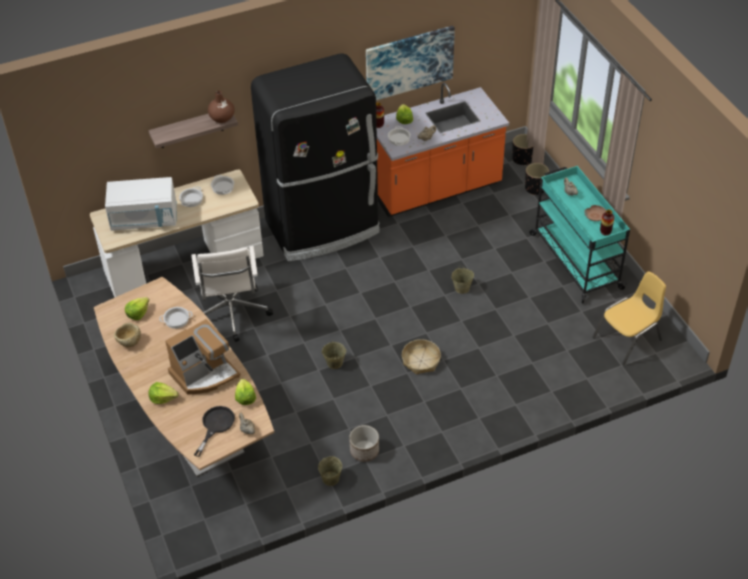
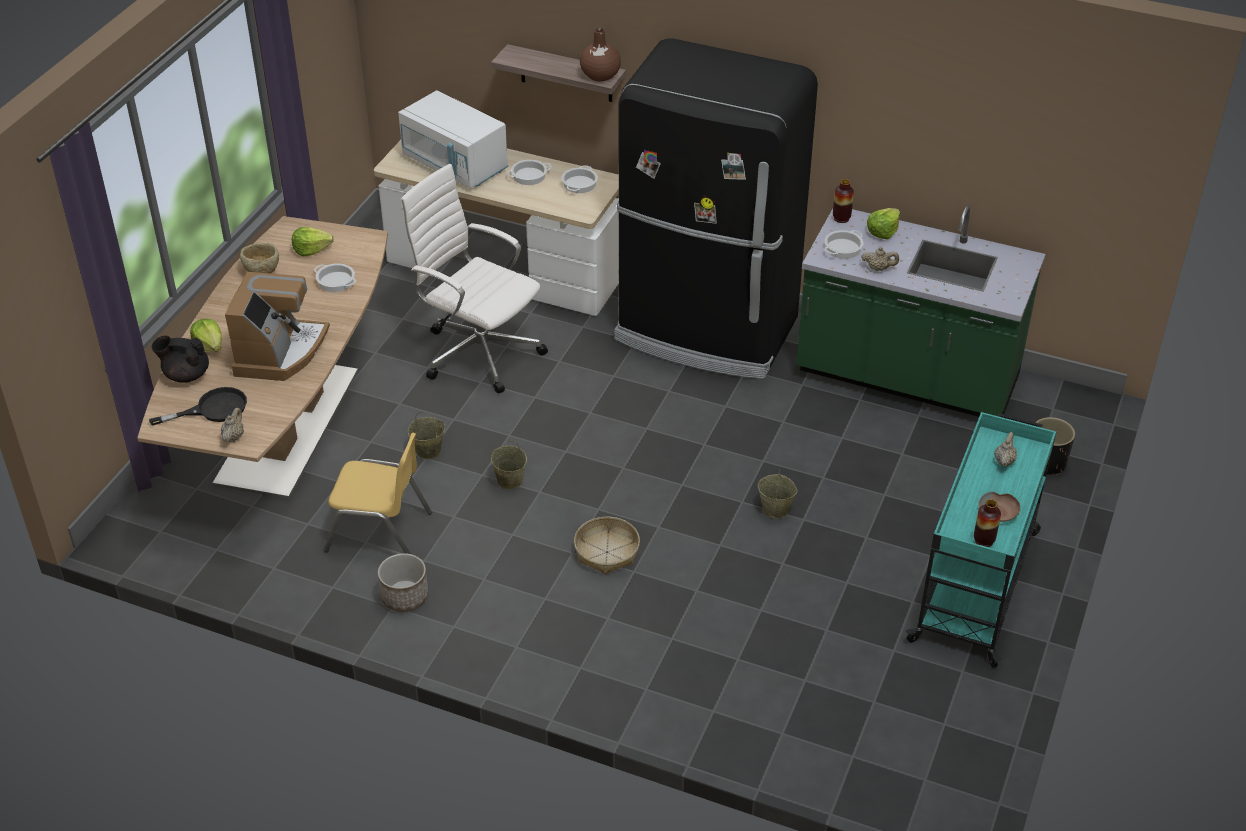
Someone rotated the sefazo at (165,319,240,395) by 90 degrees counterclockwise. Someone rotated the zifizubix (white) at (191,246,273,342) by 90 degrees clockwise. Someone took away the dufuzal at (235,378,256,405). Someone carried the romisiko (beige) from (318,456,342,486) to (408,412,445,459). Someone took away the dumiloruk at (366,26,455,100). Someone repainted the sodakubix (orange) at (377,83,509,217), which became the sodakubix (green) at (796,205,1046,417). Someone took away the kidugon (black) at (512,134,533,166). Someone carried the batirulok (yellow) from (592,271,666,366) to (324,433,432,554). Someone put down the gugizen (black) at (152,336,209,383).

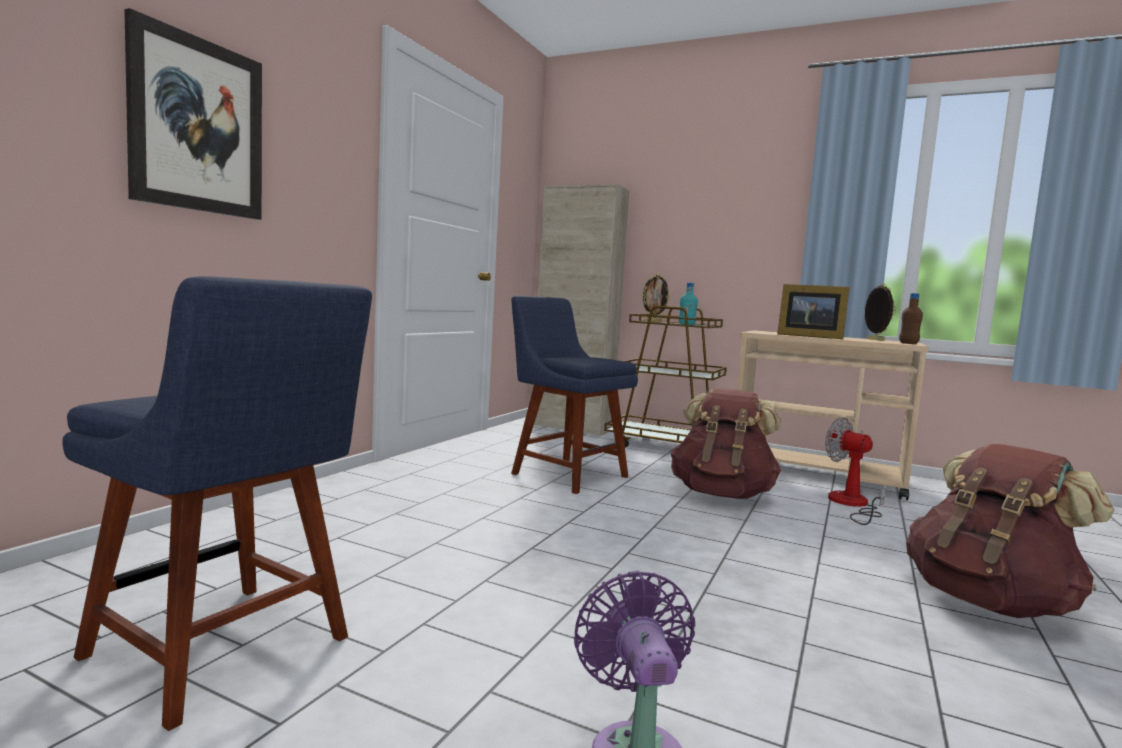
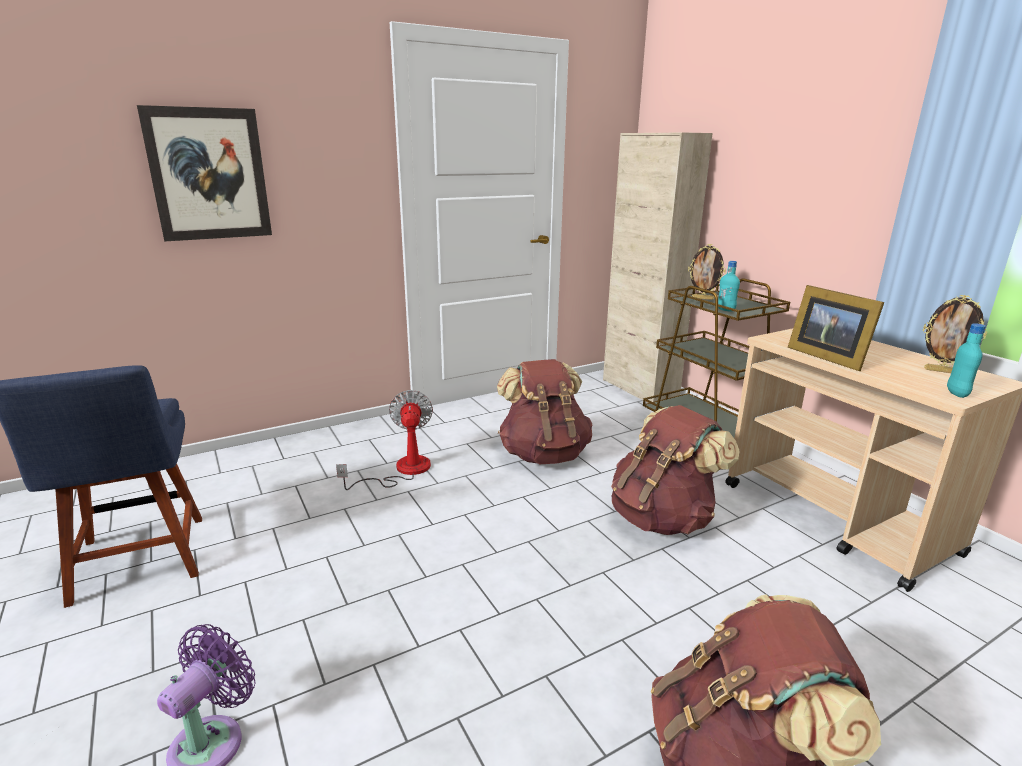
Someone swapped the batirulok (blue) at (511,296,638,494) for the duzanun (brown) at (497,359,593,464). Someone carried the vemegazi from (825,417,886,525) to (336,390,433,490). Someone rotated the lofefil at (865,284,896,341) by 105 degrees clockwise. Someone repainted the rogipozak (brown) at (899,293,923,344), which became the rogipozak (turquoise) at (947,323,986,398).

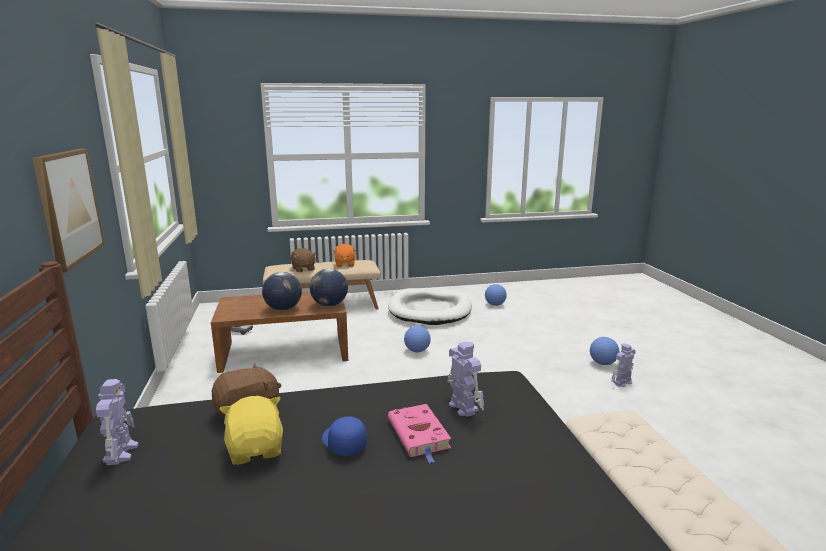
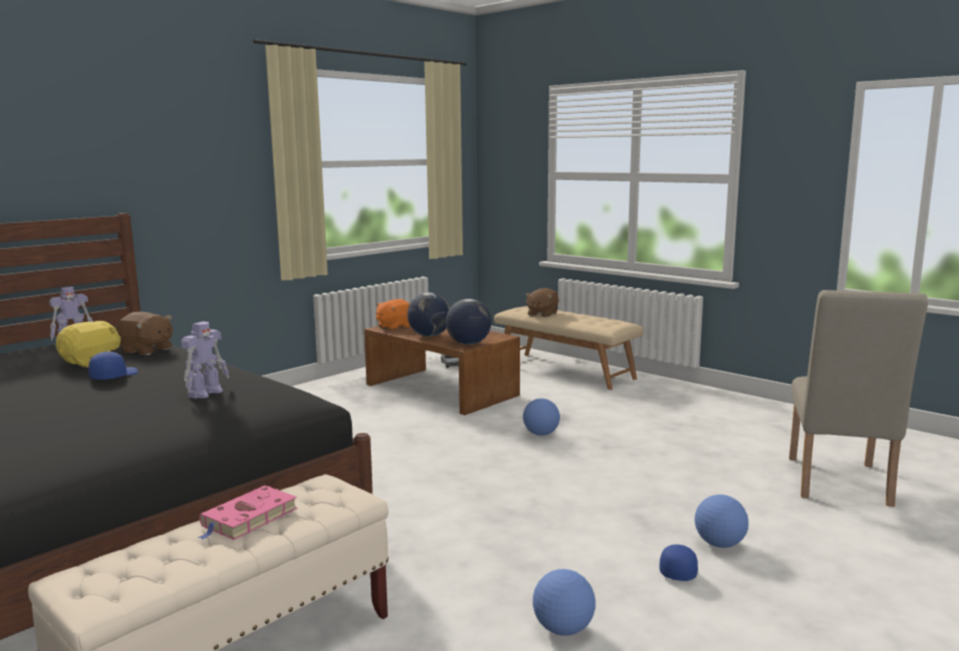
Someone took away the dumiloruk at (32,149,105,273). Someone carried the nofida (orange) from (333,244,356,267) to (376,299,410,330). Someone took away the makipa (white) at (388,288,472,325). Someone carried the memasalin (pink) from (388,404,451,463) to (198,485,297,540). Someone carried the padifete from (485,284,507,306) to (533,569,596,636). Someone swapped the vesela at (611,343,636,387) for the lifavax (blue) at (660,544,698,581). Someone put down the batirulok (beige) at (789,290,928,507).

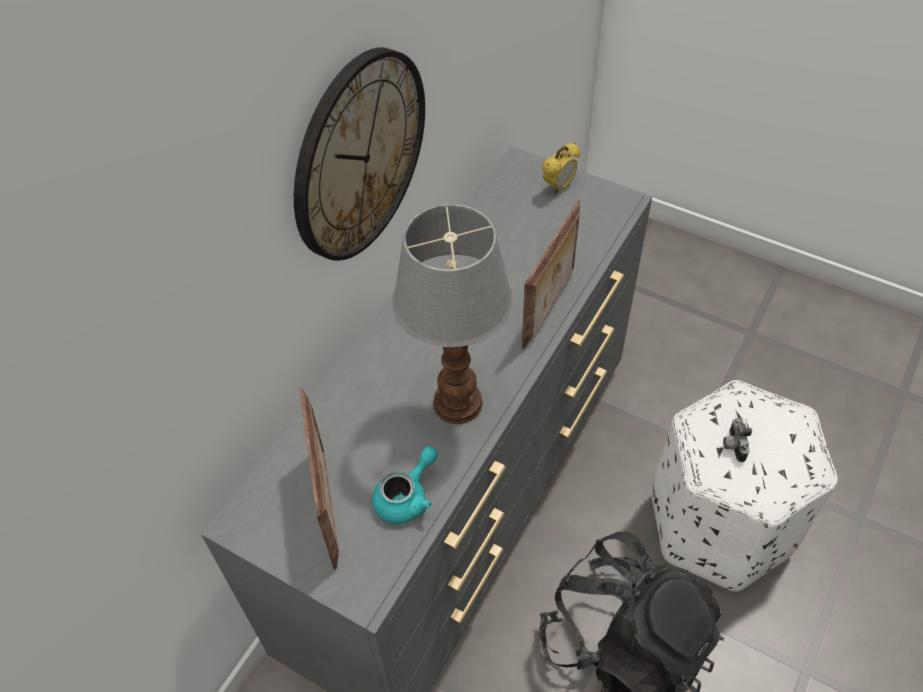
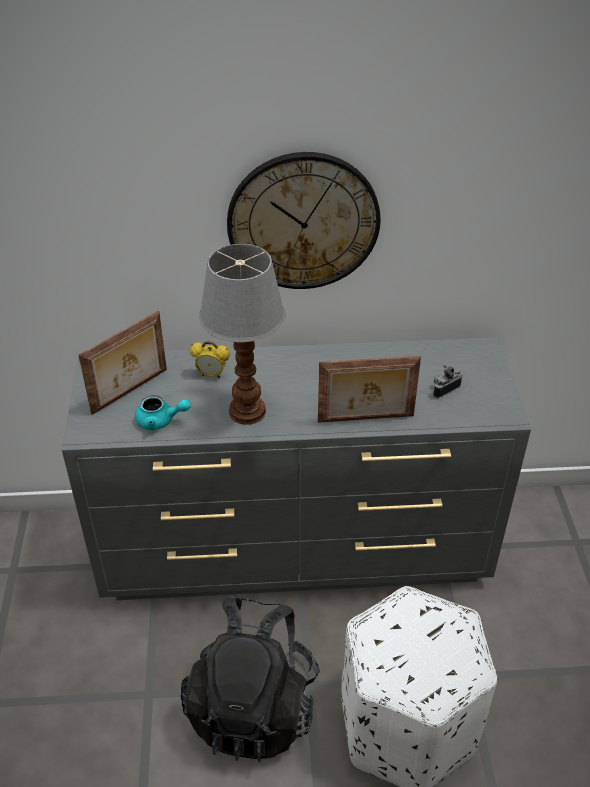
Someone carried the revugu from (542,143,580,193) to (190,341,230,378). Someone carried the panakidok from (723,418,752,462) to (433,365,462,398).

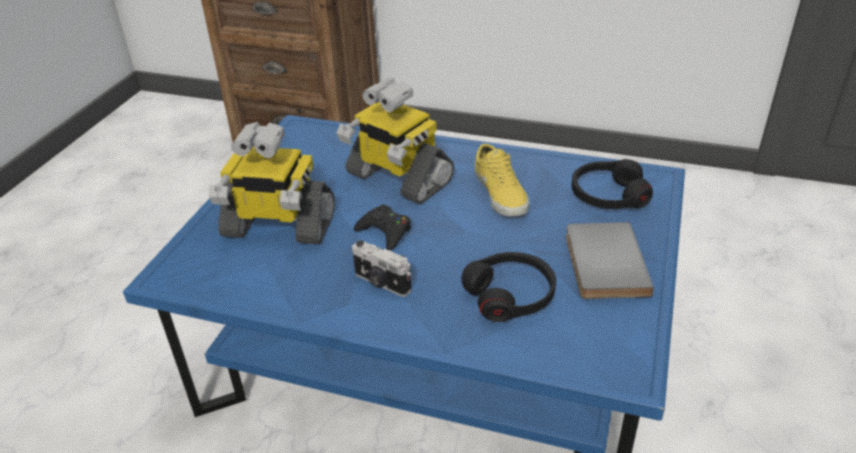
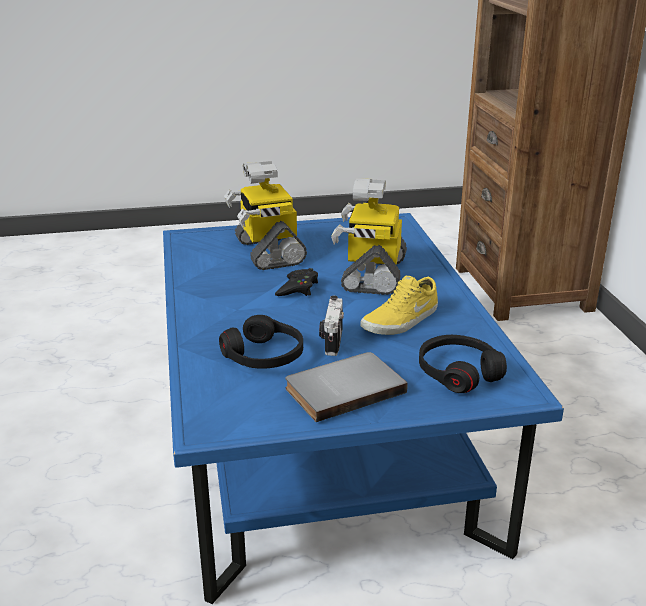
Someone carried the panakidok from (352,240,412,297) to (319,296,344,356).

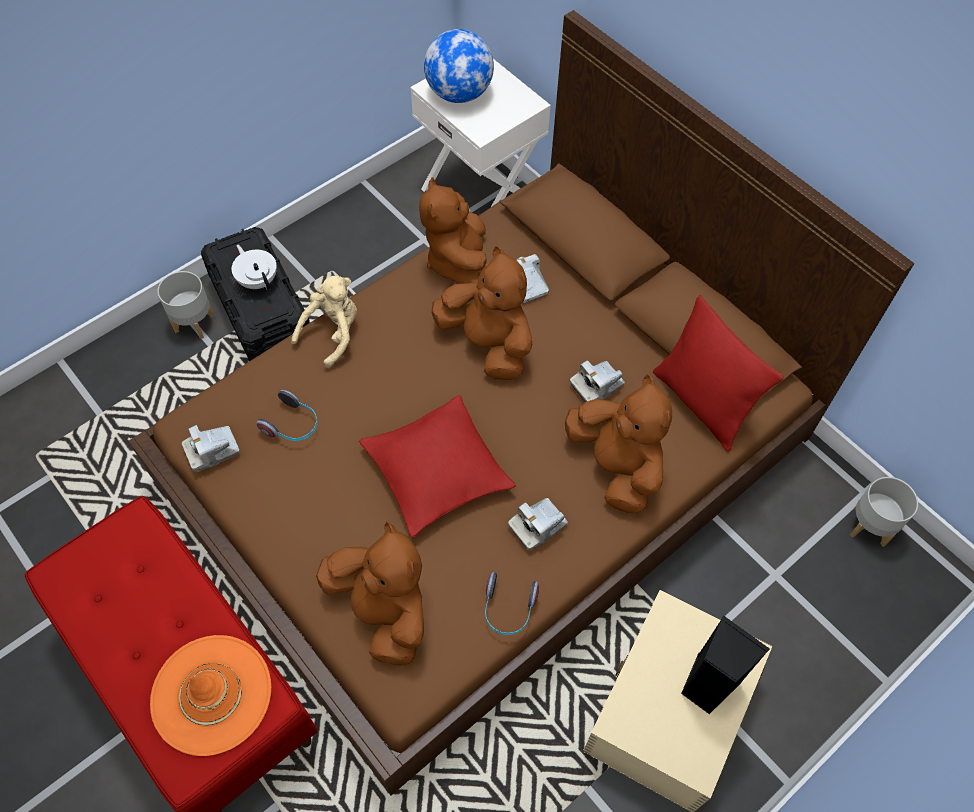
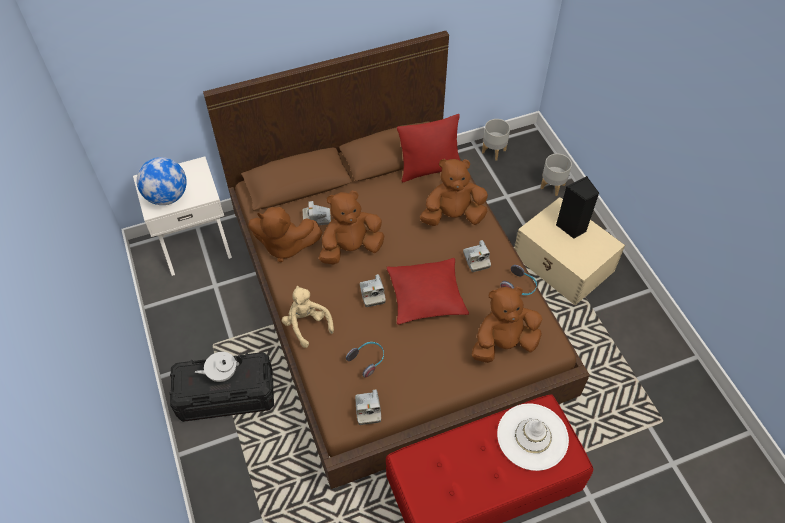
Someone repainted the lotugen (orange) at (150,635,271,756), which became the lotugen (white) at (497,404,569,471). Someone carried the kidugon (grey) from (157,271,214,339) to (540,153,572,196). Someone carried the panakidok from (570,360,625,402) to (360,274,386,307).

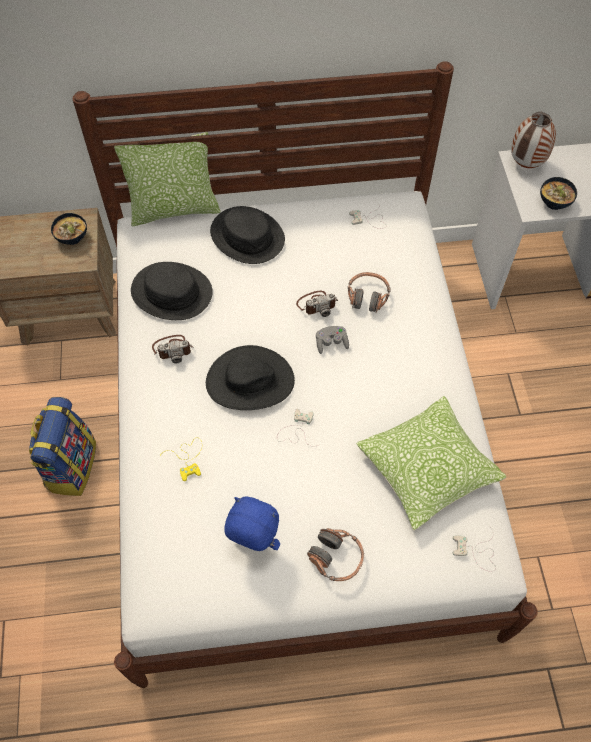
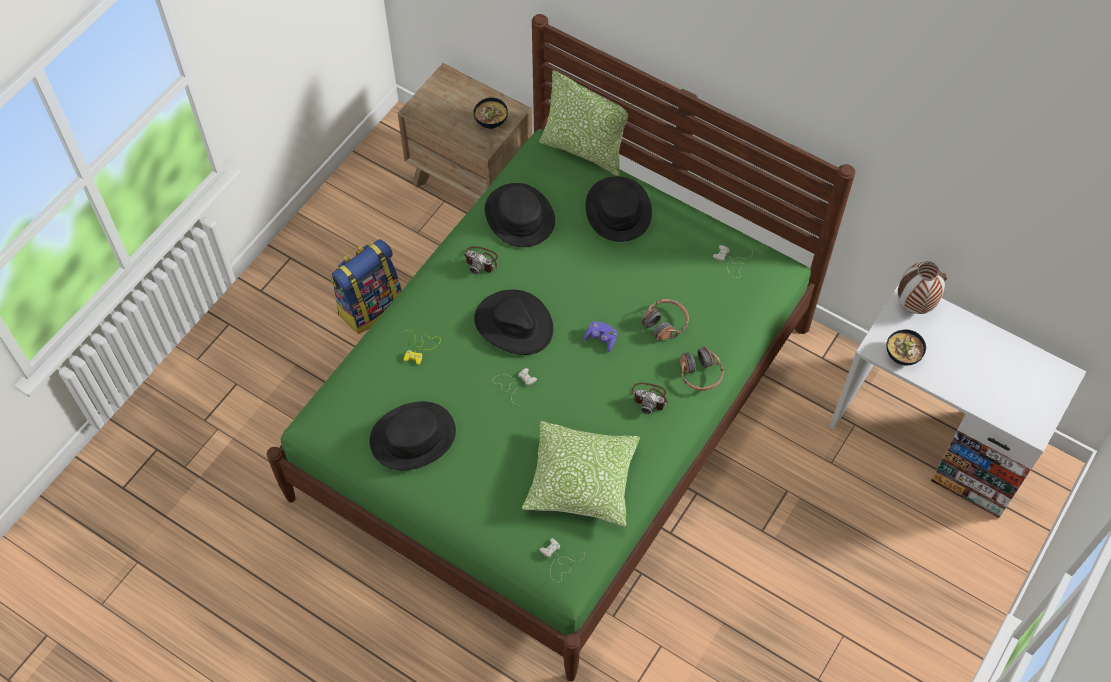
Someone repainted the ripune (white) at (72,61,538,688), which became the ripune (green) at (267,14,855,681). Someone swapped the nofida (blue) at (224,496,280,551) for the lotugen (black) at (370,401,456,471). Someone carried the panakidok from (296,291,338,317) to (631,383,668,414). Someone carried the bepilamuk from (307,528,364,581) to (680,347,724,391). Someone repainted the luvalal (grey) at (316,326,349,354), which became the luvalal (purple) at (583,321,617,352).

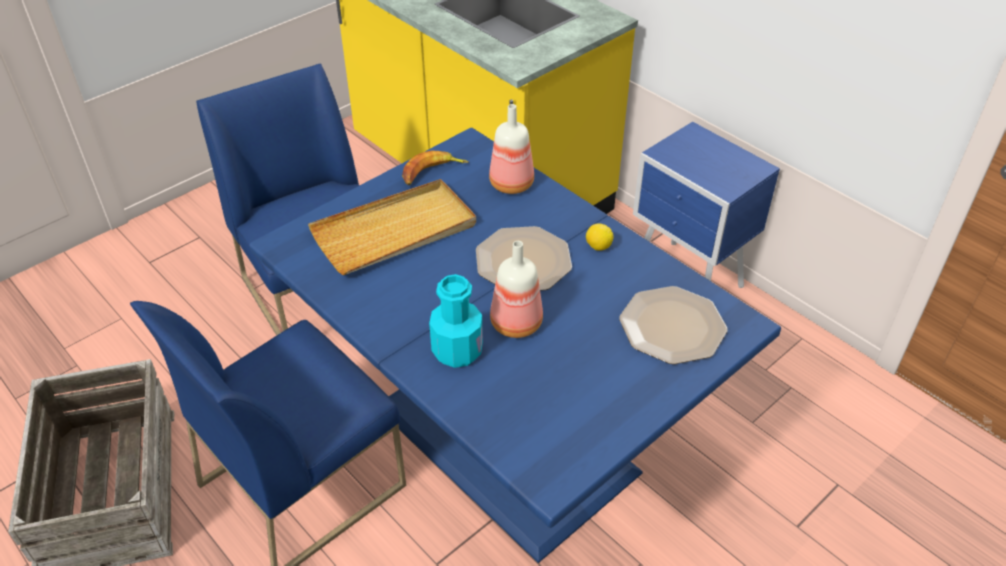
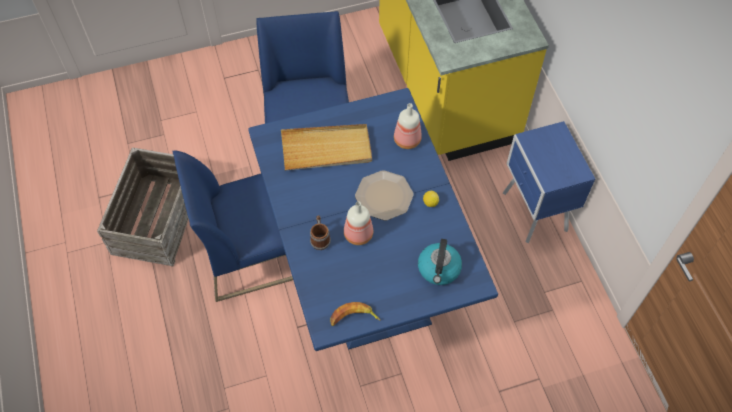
Someone carried the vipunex from (402,150,469,185) to (330,302,380,326). Someone swapped the rogipozak (turquoise) at (429,274,483,368) for the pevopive at (310,215,331,250). Someone swapped the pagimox at (619,286,727,364) for the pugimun at (418,239,462,285).

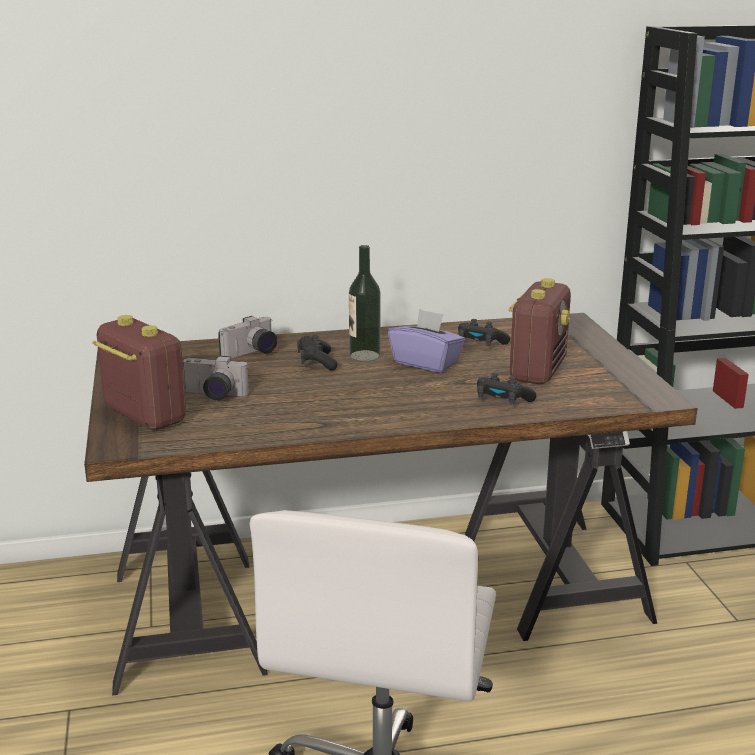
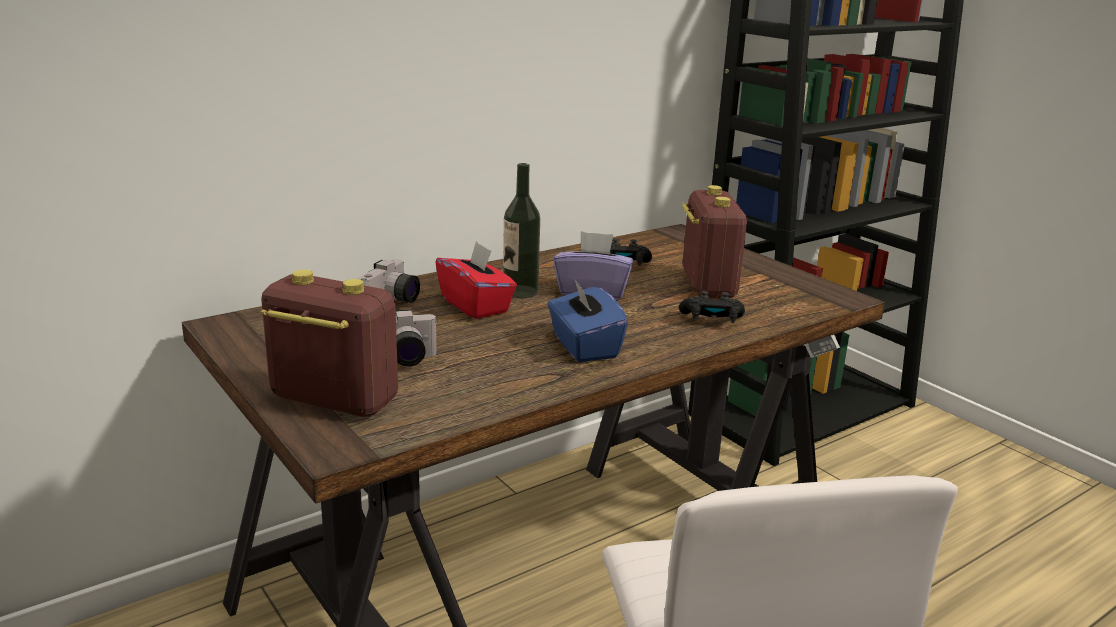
Someone swapped the luvalal (black) at (297,335,338,370) for the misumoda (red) at (436,241,517,319). Someone put down the misumoda (blue) at (548,279,628,362).

